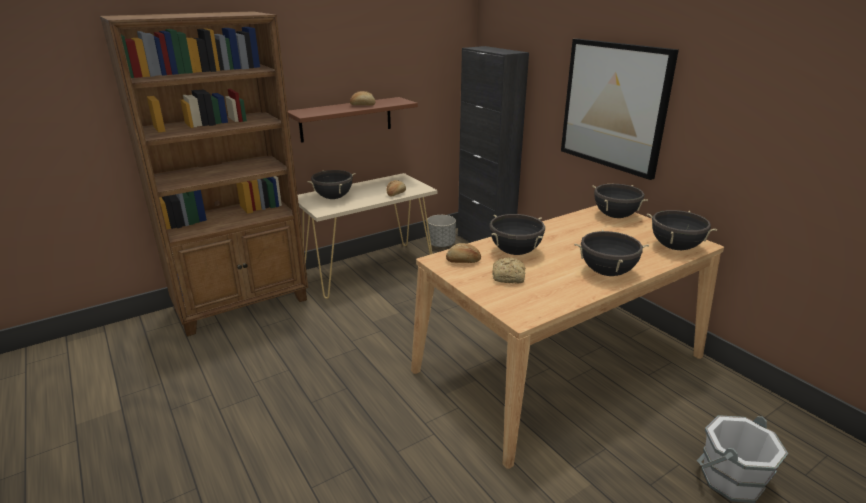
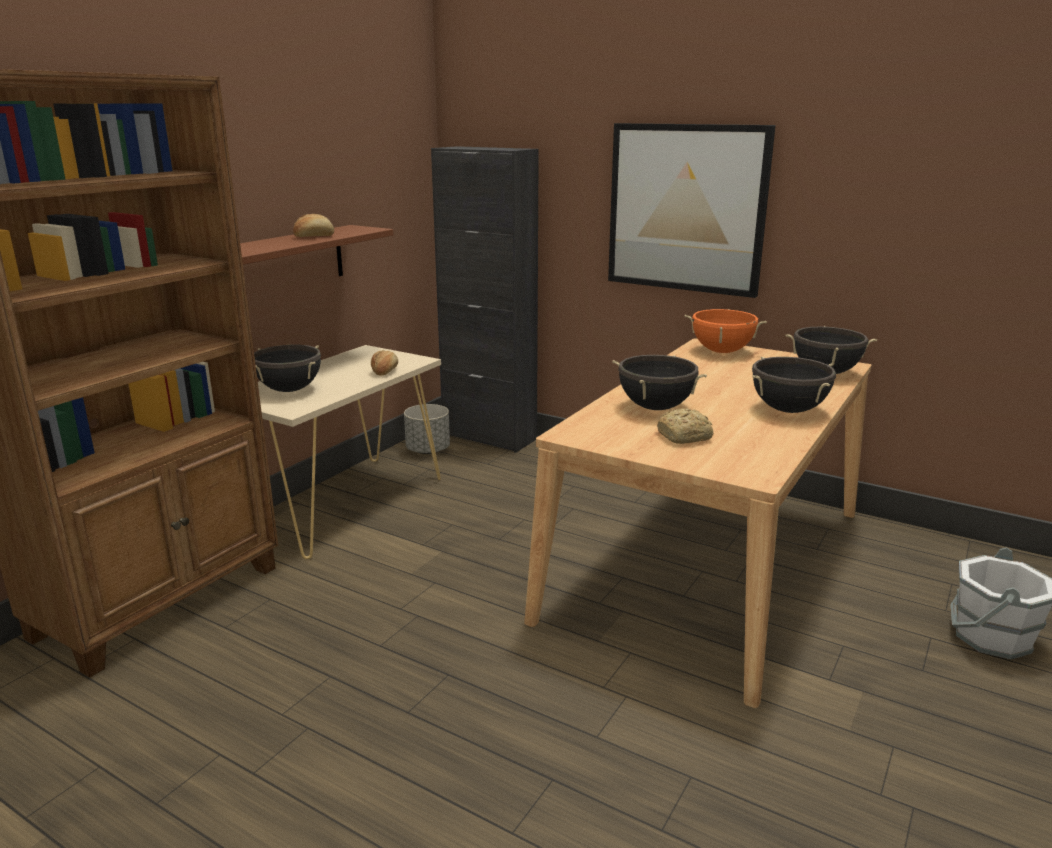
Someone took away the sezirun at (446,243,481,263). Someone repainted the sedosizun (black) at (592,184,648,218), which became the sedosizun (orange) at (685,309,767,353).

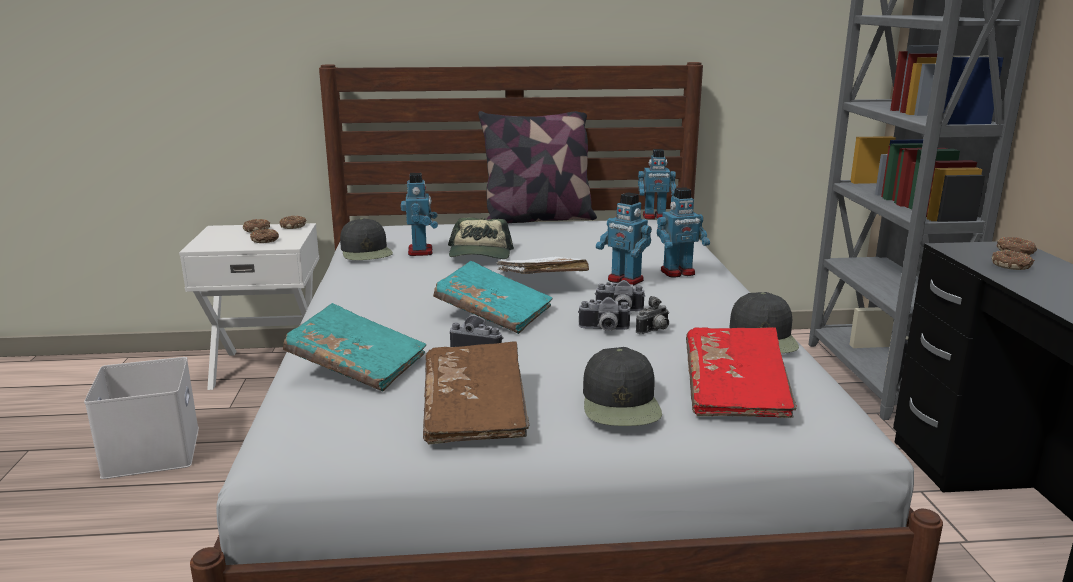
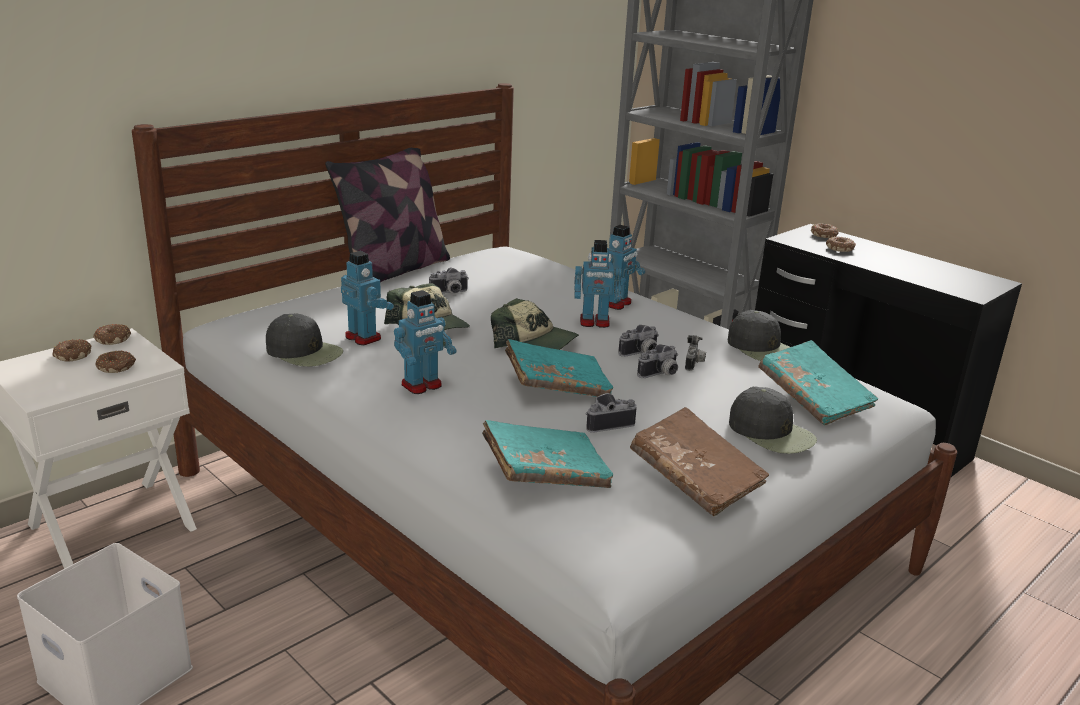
Someone swapped the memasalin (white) at (496,256,589,274) for the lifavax at (491,298,579,350). Someone carried the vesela from (638,149,676,219) to (394,290,457,394). Someone repainted the memasalin (red) at (686,327,797,418), which became the memasalin (turquoise) at (758,340,878,426). Someone put down the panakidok at (429,268,469,294).

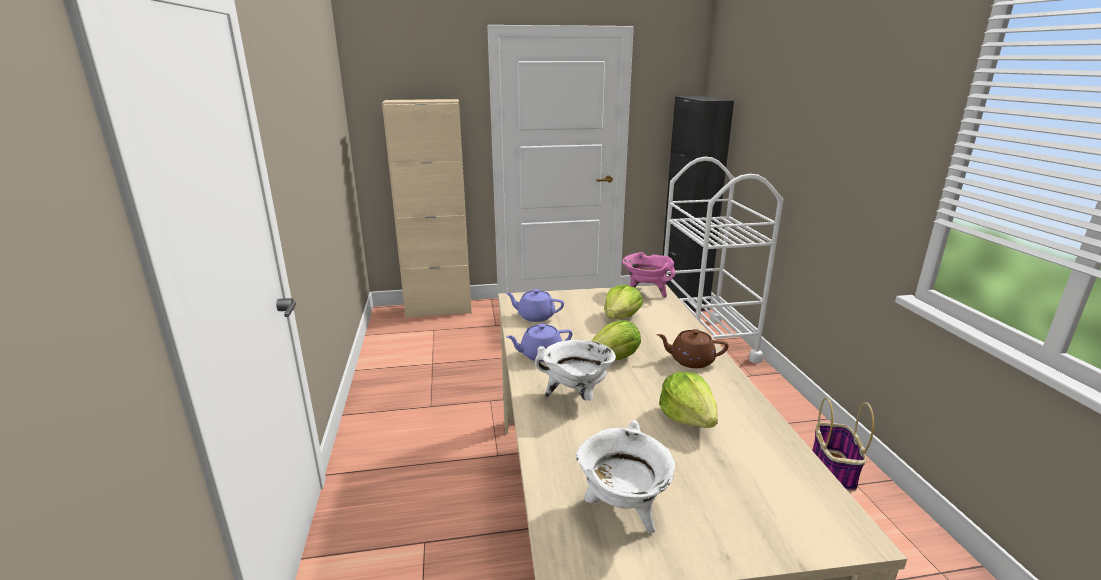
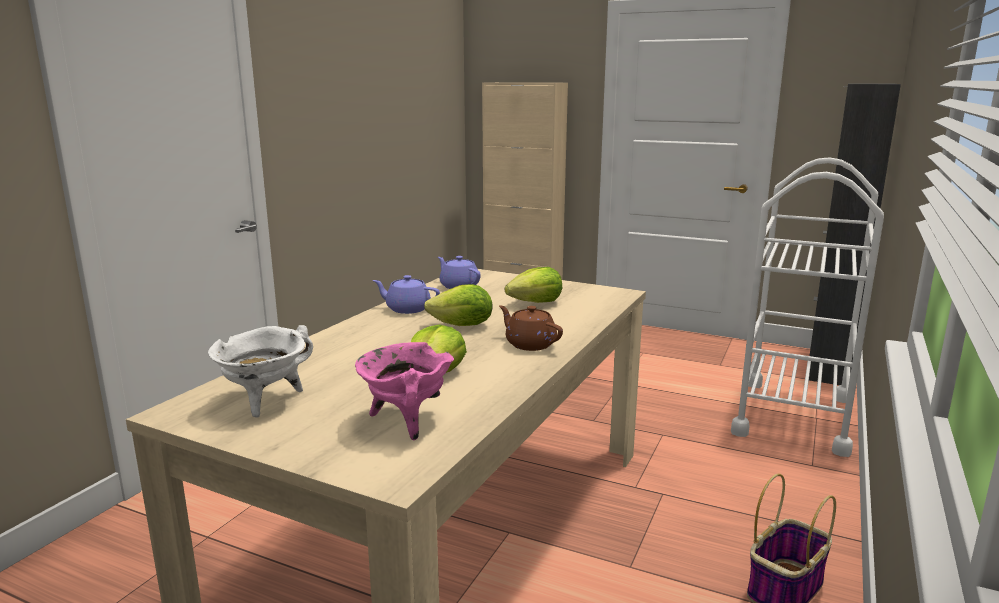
Someone took away the sedosizun (white) at (535,340,616,401). Someone carried the sedosizun (pink) from (622,252,675,298) to (355,342,454,440).

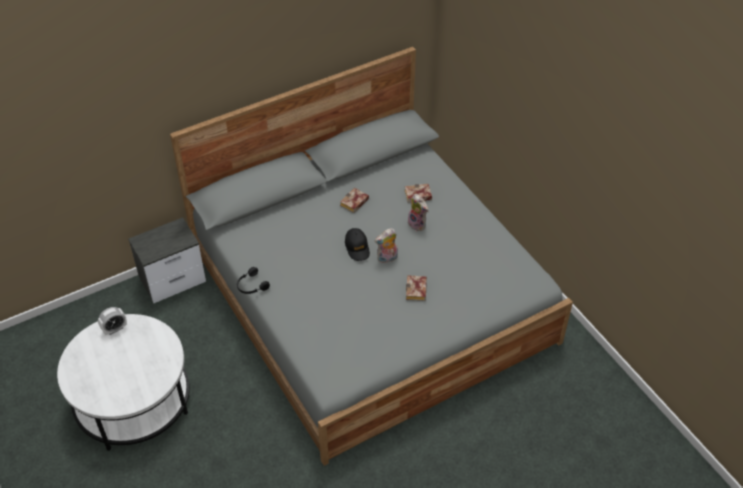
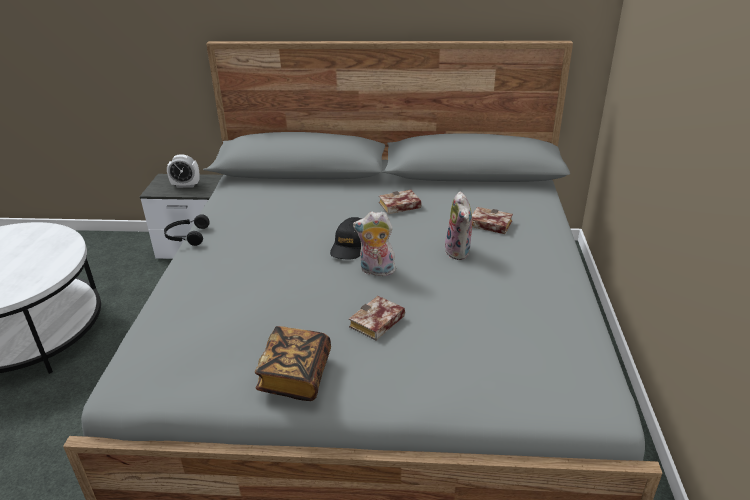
Someone carried the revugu from (98,307,127,335) to (167,154,200,188). Someone put down the memasalin at (255,326,331,401).

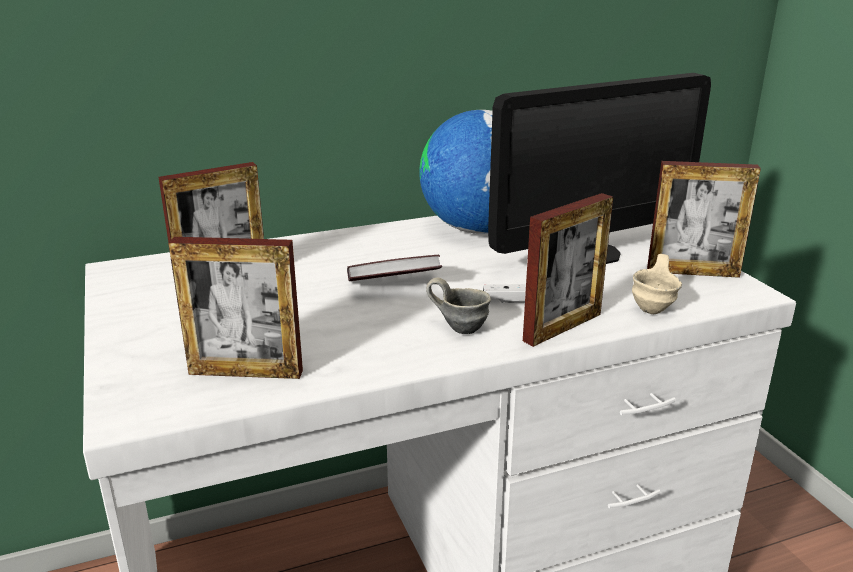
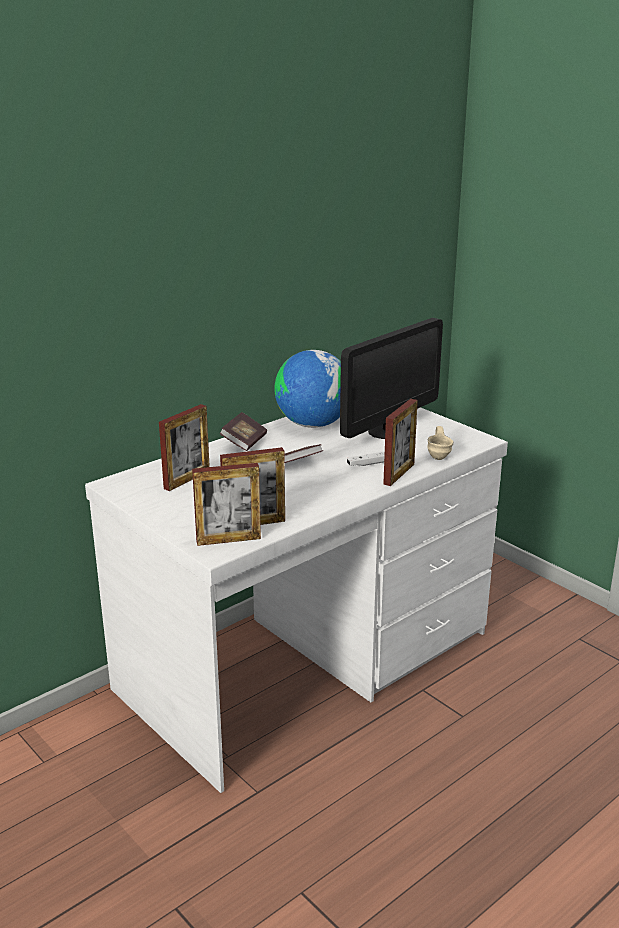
Someone took away the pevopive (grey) at (426,278,491,334). Someone carried the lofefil from (647,161,761,278) to (192,463,261,546). Someone put down the memasalin at (220,412,267,451).

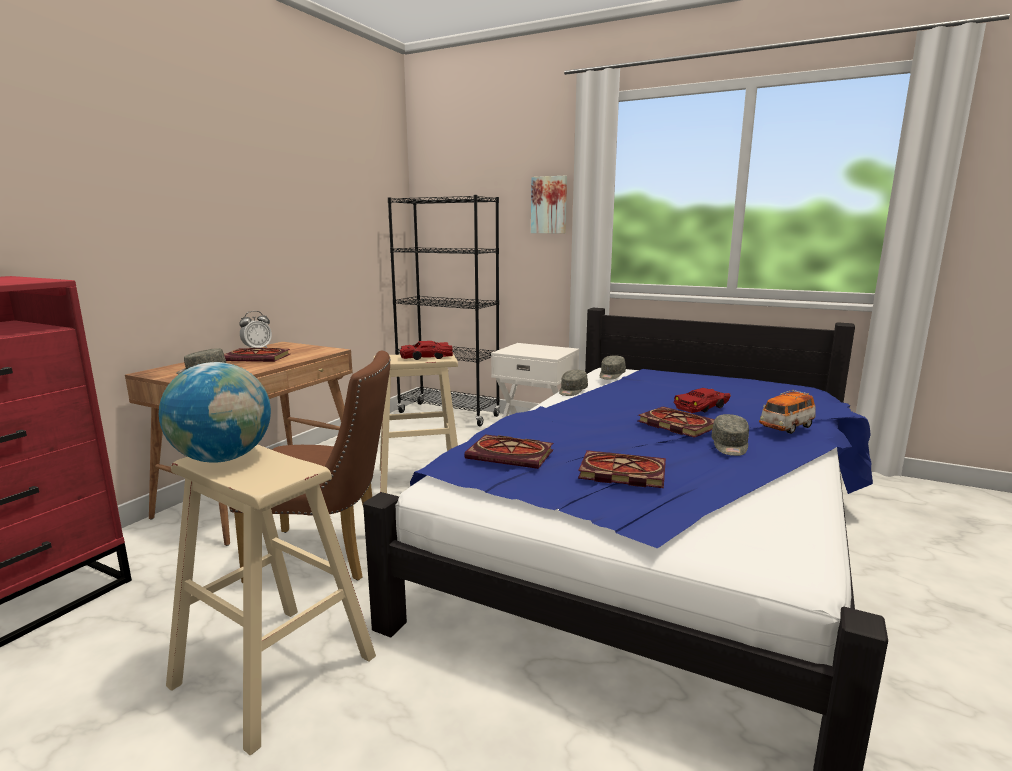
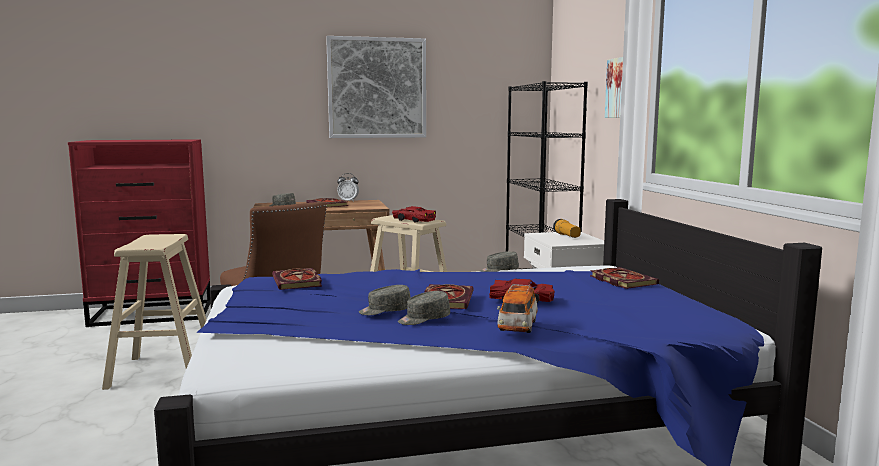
Someone took away the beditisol at (159,362,271,463). Someone carried the memasalin from (578,450,666,488) to (590,267,659,289). Someone carried the lifavax (grey) from (600,355,626,380) to (359,285,411,315). Someone rotated the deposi at (759,390,816,434) by 90 degrees counterclockwise. Someone put up the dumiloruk at (326,36,426,138). Someone put down the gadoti at (553,219,581,238).

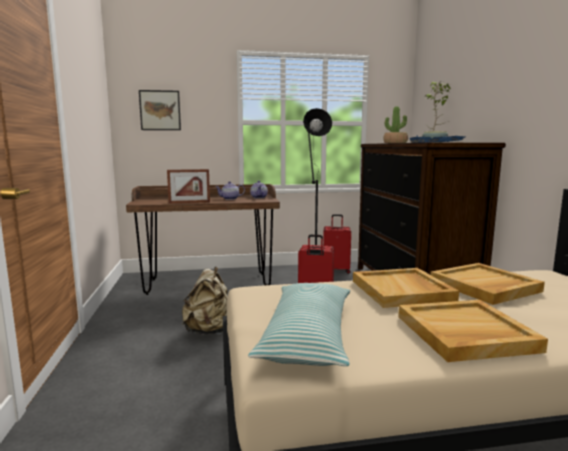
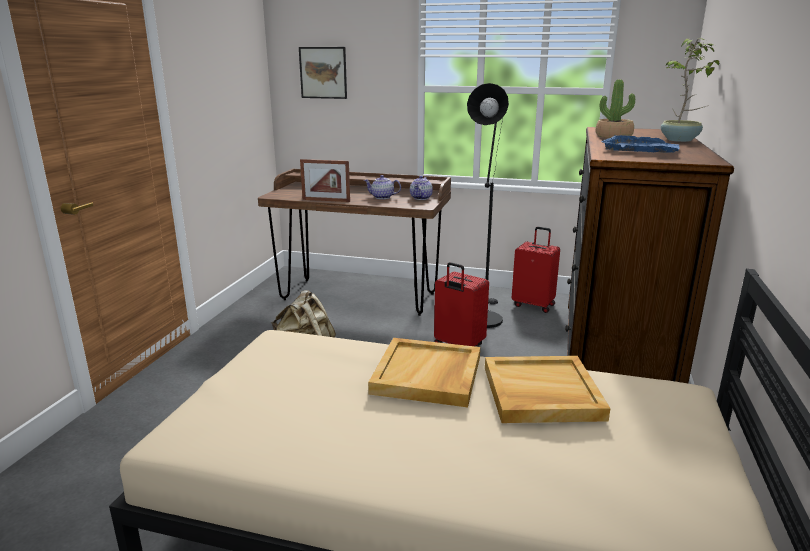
Someone took away the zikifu at (248,283,350,366). Someone took away the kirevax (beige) at (398,300,548,362).

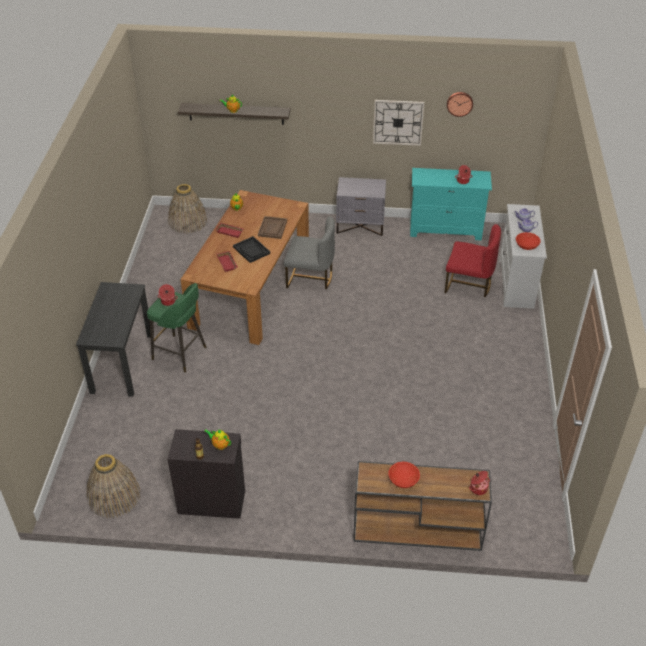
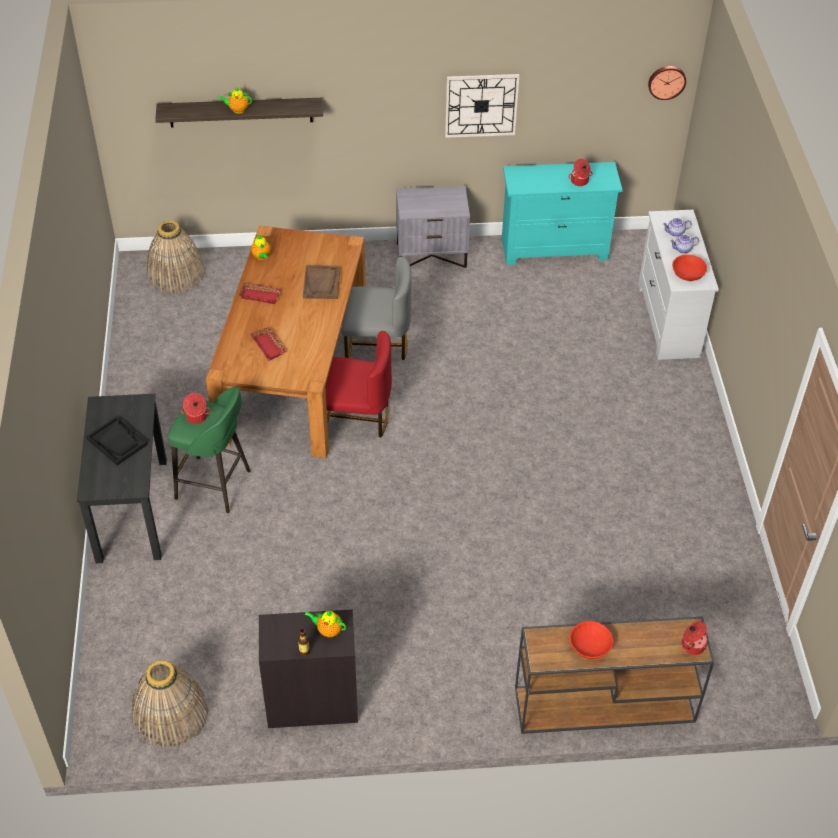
Someone carried the kirevax (black) from (233,236,270,263) to (86,416,148,466). Someone carried the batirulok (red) from (444,224,501,297) to (325,331,392,437). Someone carried the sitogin from (447,92,473,117) to (648,66,686,100).

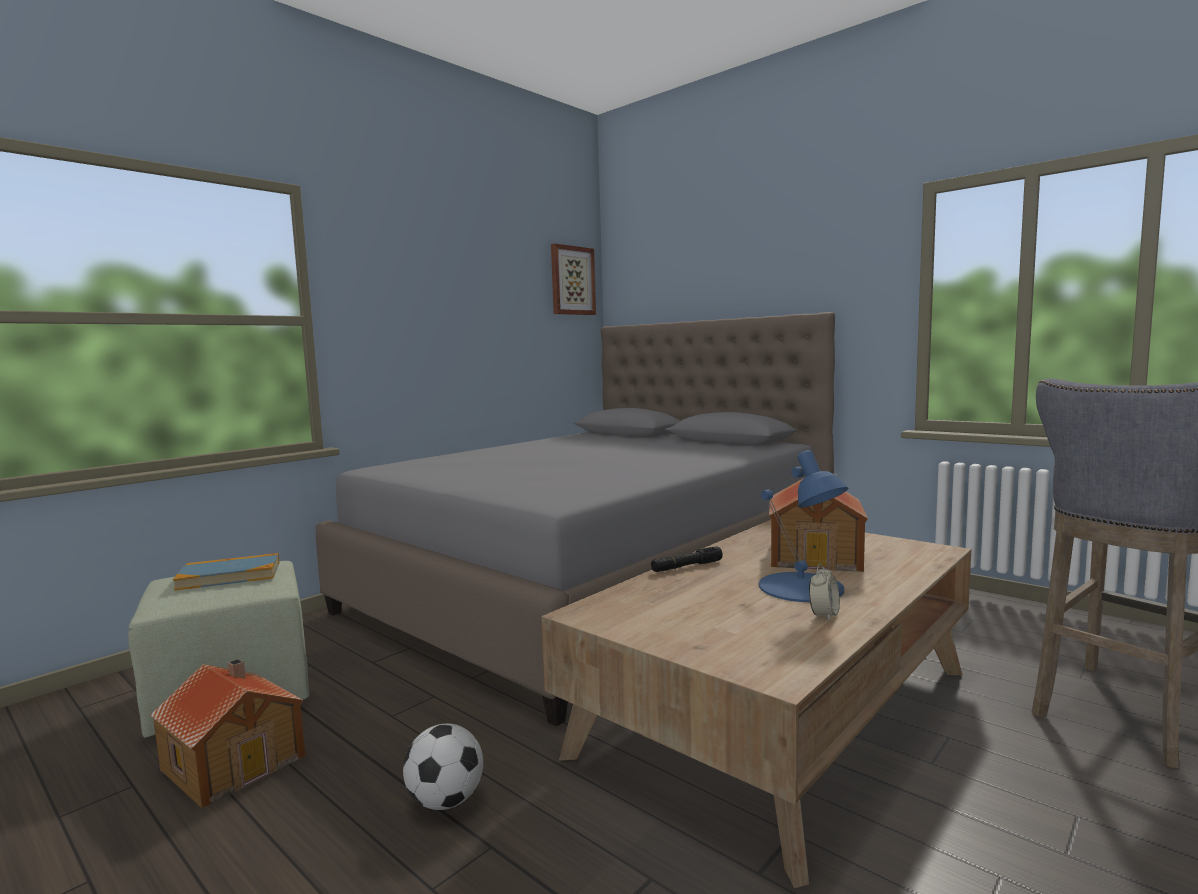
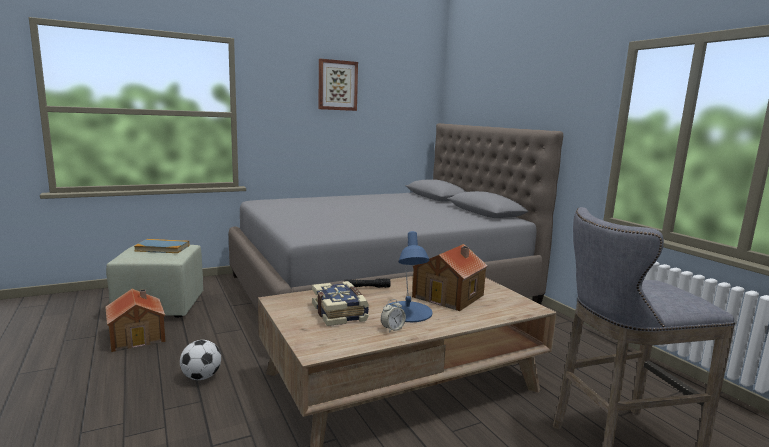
Someone carried the dumiloruk from (551,243,596,315) to (318,59,358,111). Someone put down the memasalin at (312,281,369,326).

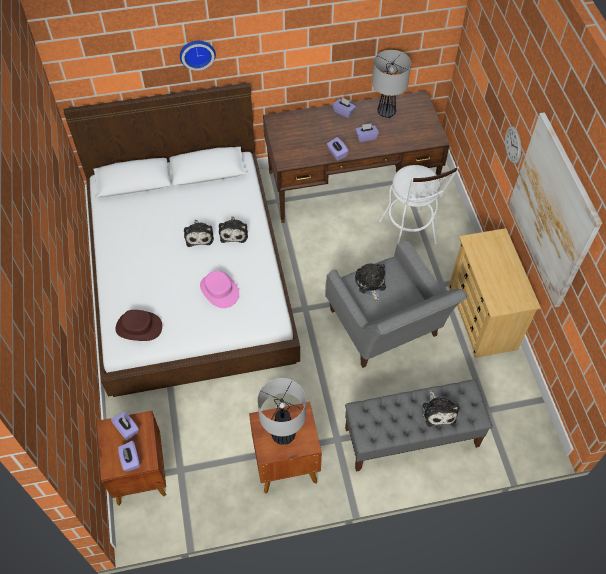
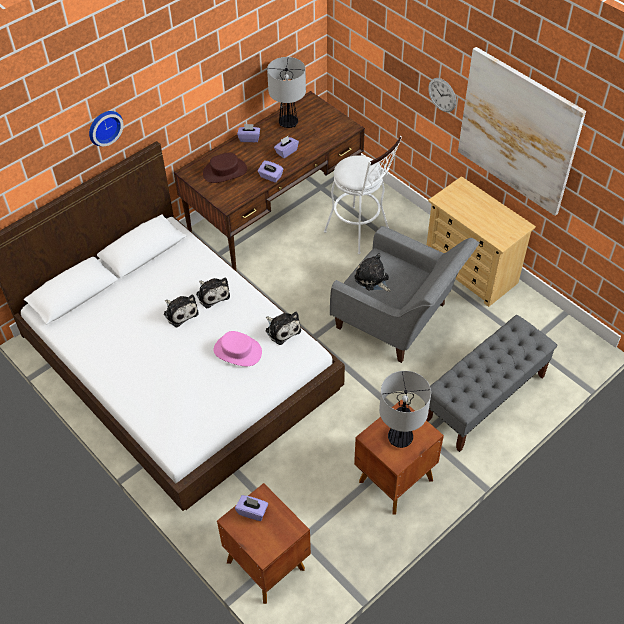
Someone carried the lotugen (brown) from (116,310,162,341) to (203,153,247,183). Someone took away the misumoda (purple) at (118,441,140,472). Someone carried the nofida from (422,390,460,427) to (266,312,301,345).

